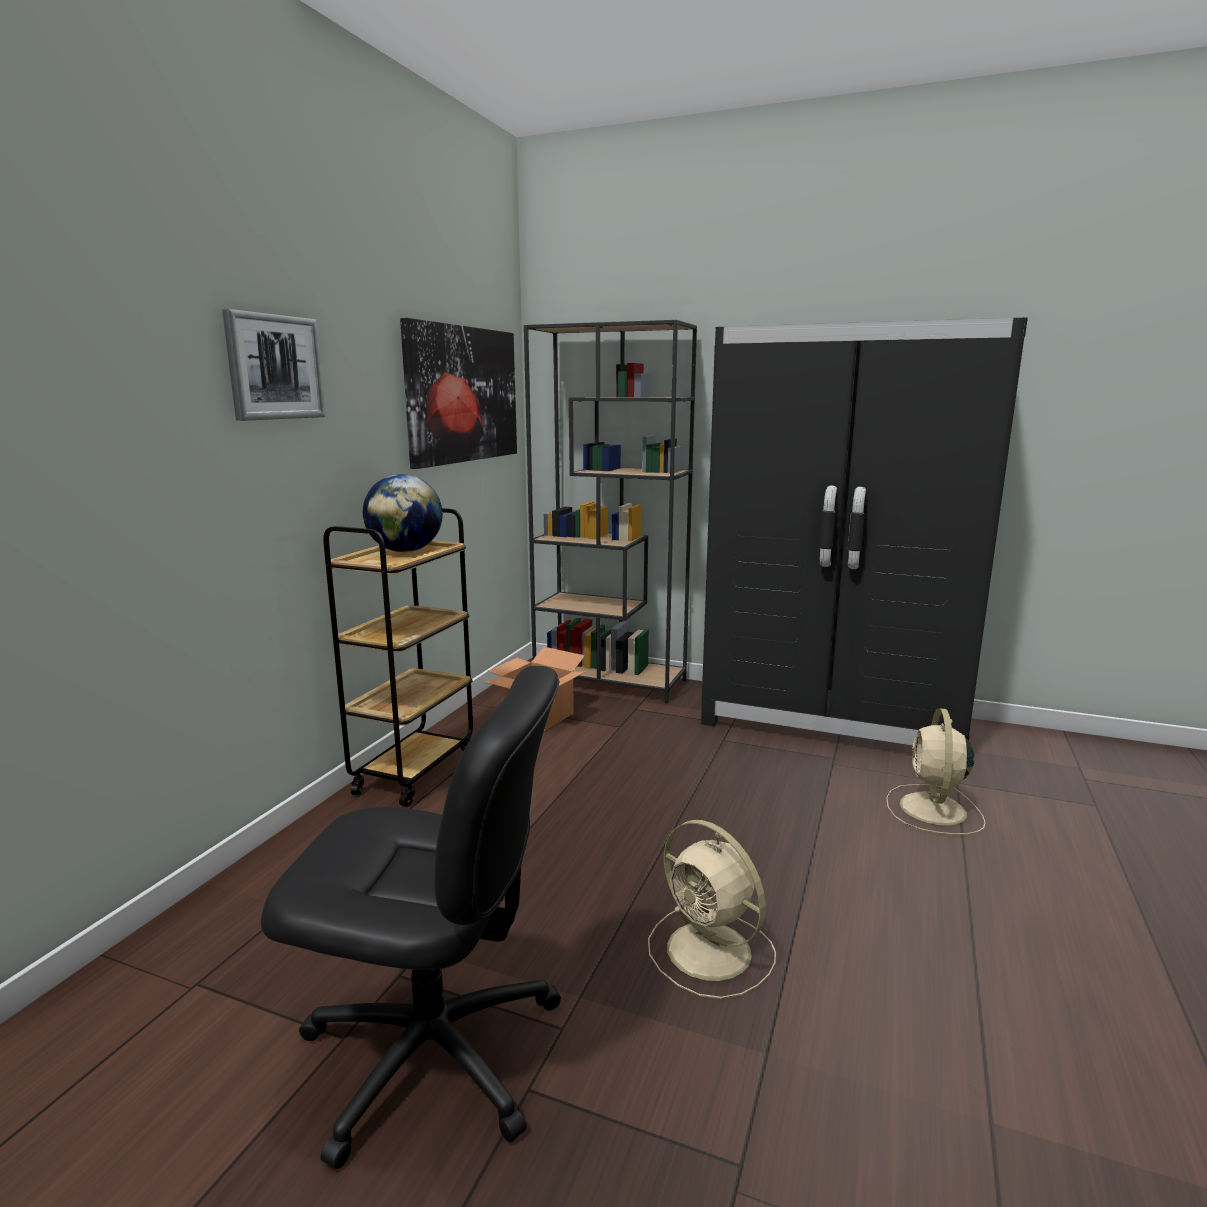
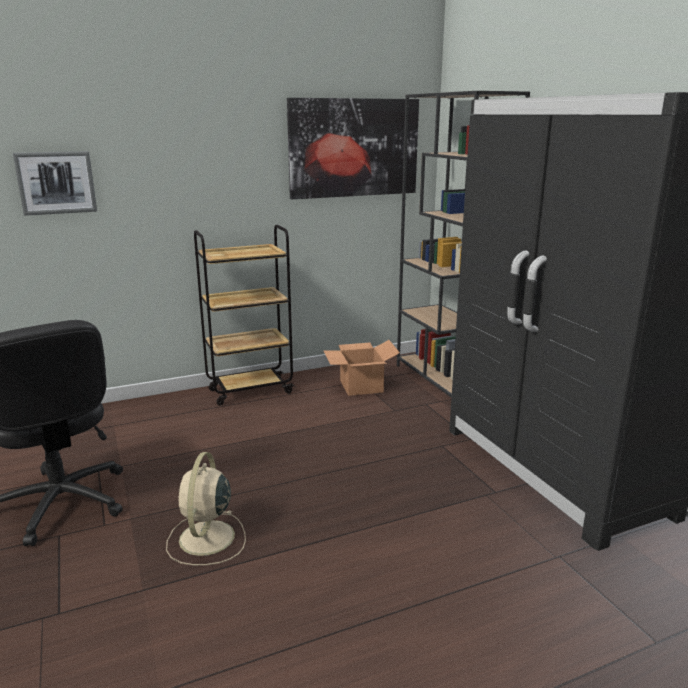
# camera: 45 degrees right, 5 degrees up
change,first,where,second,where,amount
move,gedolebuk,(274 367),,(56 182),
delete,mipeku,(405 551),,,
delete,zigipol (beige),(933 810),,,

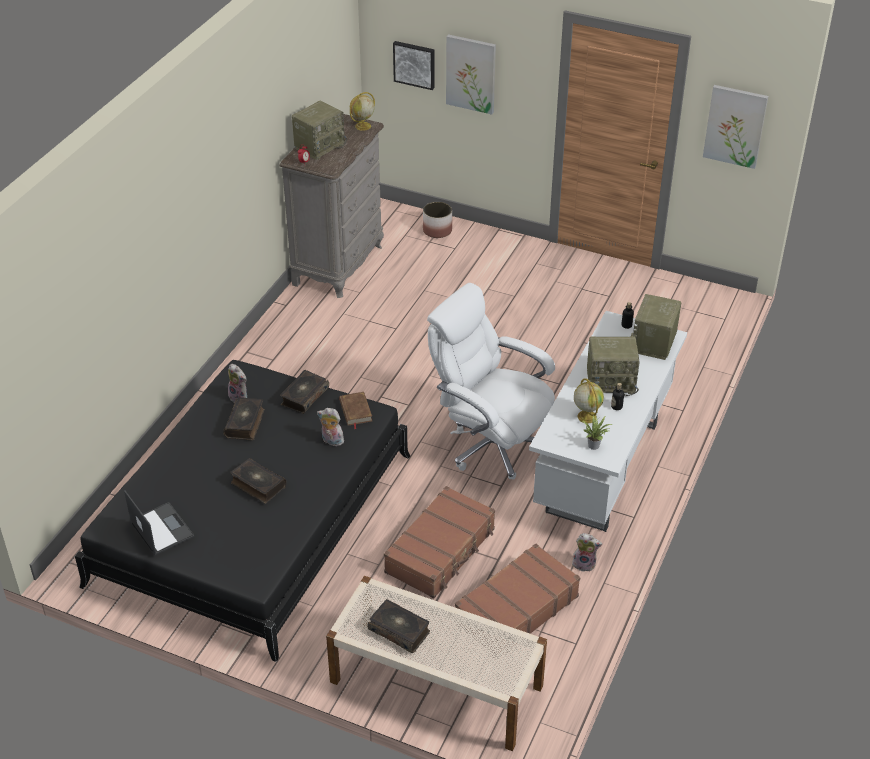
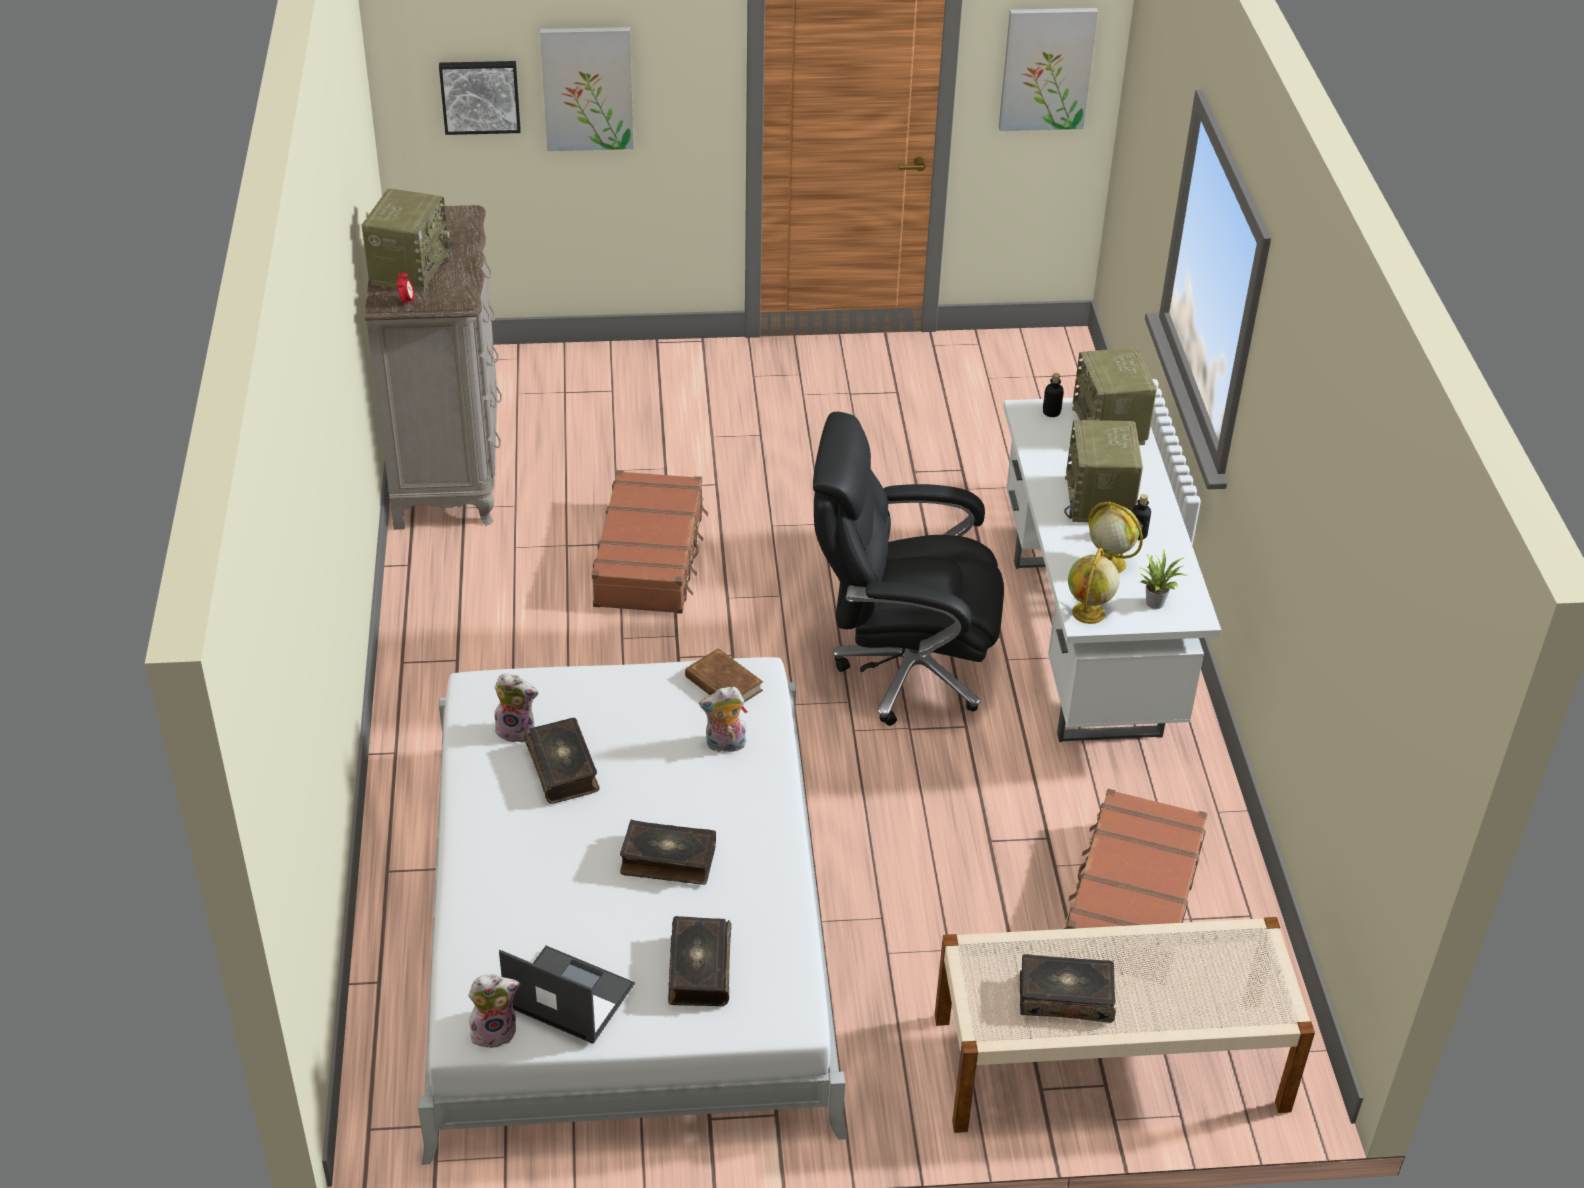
# camera: 30 degrees left, 0 degrees up
change,first,where,second,where,amount
move,mipeku,(362 126),,(1088 614),
delete,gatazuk,(437 230),,,
recolor,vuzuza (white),(490 446),vuzuza (black),(902 672),
rotate,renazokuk,(611 381),,(1099 500),120 degrees clockwise
recolor,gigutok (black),(253 518),gigutok (white),(627 927),
move,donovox,(304 396),,(698 970),
move,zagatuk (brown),(441 551),,(651 557),
move,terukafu,(585 564),,(495 1031),

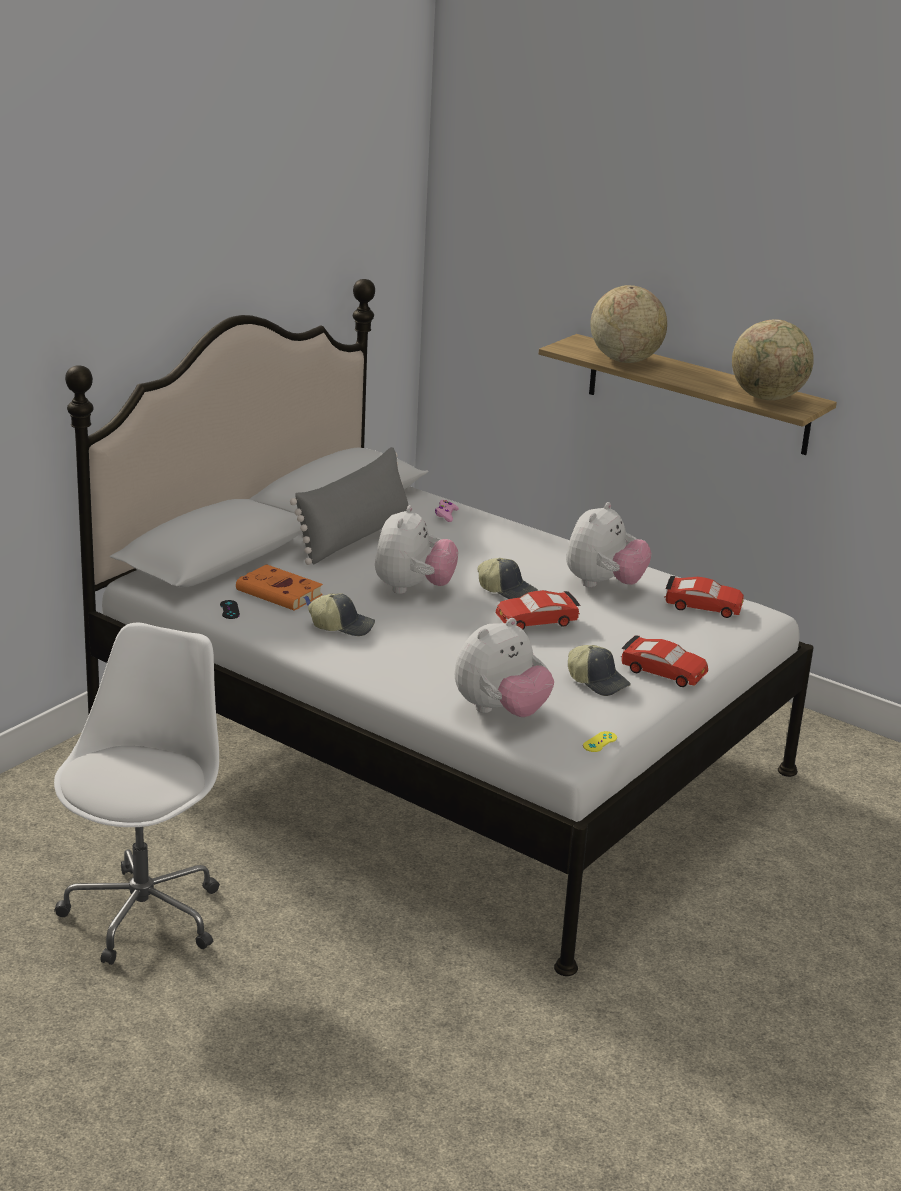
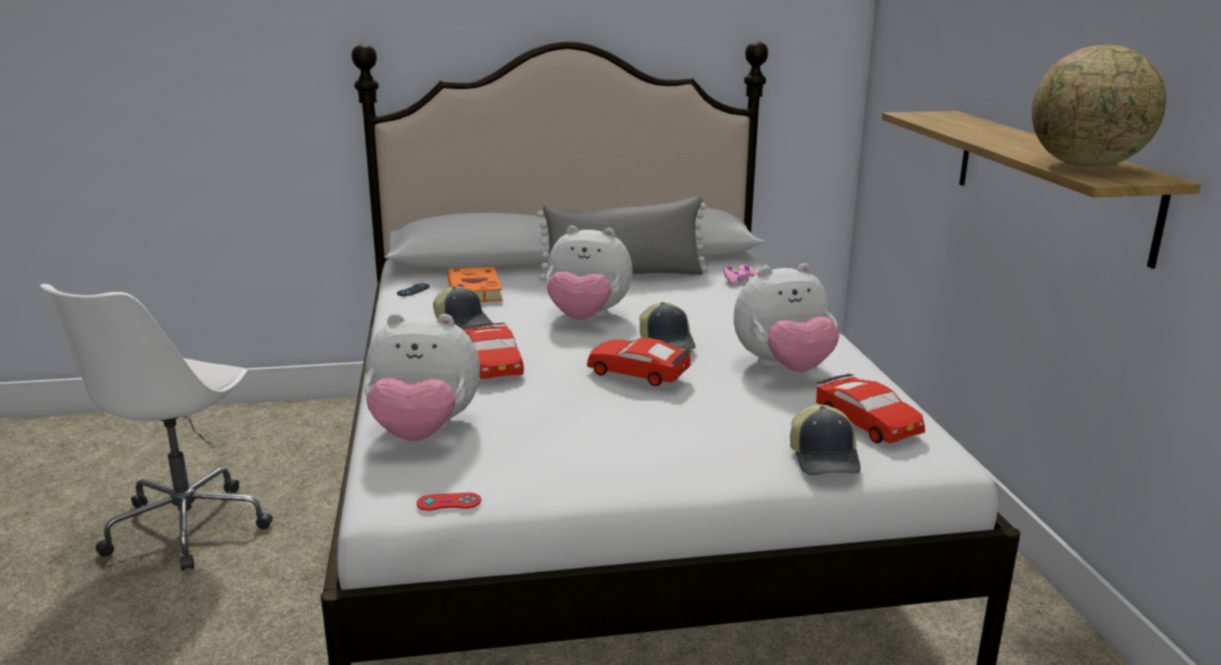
# camera: 45 degrees right, 5 degrees down
change,first,where,second,where,amount
delete,mipeku,(624 360),,,
rotate,terukafu,(413 589),,(586 318),45 degrees clockwise
rotate,vuzuza (white),(145 913),,(184 530),135 degrees clockwise
move,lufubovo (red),(663 671),,(493 363),
move,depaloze,(598 681),,(825 458),
recolor,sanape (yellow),(600 742),sanape (red),(448 502),

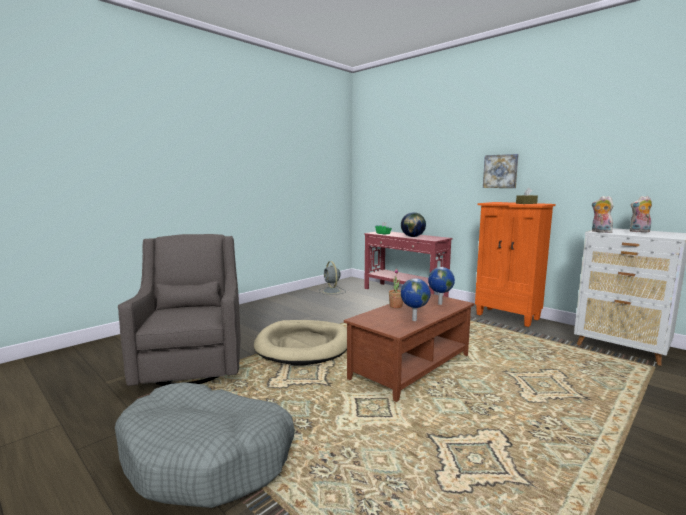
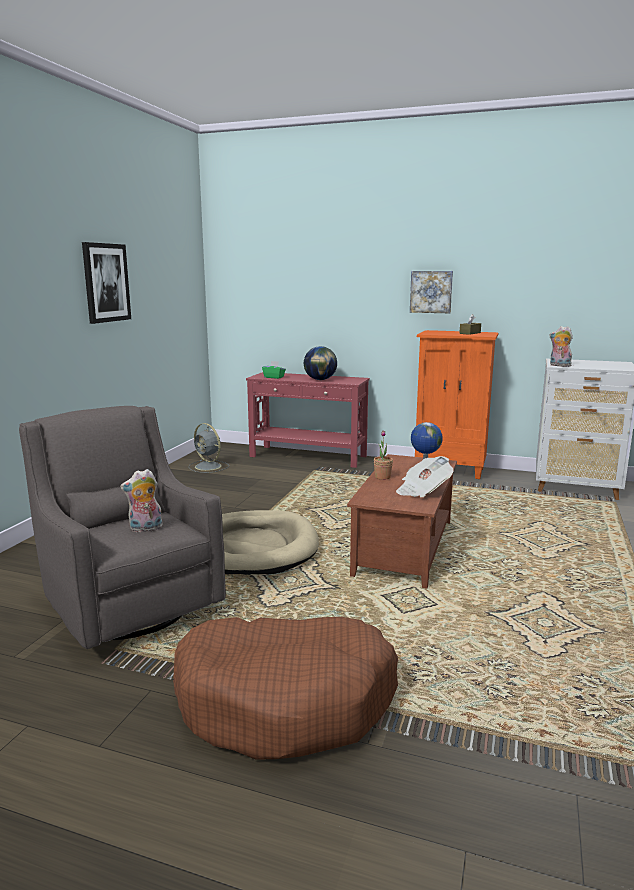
# camera: 25 degrees left, 5 degrees up
change,first,where,second,where,amount
move,terukafu,(639 231),,(145 529),
replace,mipeku,(413 320),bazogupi,(423 491),
recolor,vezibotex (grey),(207 457),vezibotex (brown),(286 700),
insert,,,gedolebuk,(106 283),

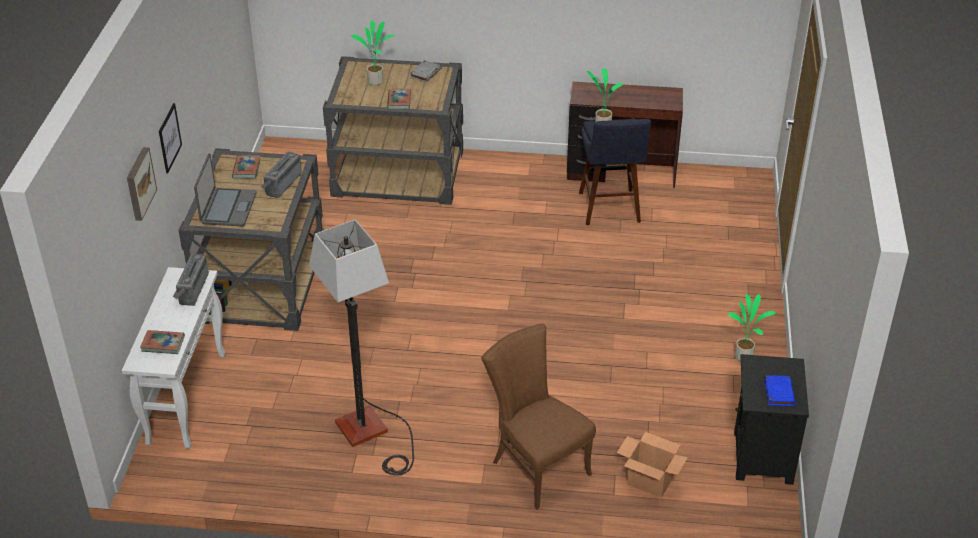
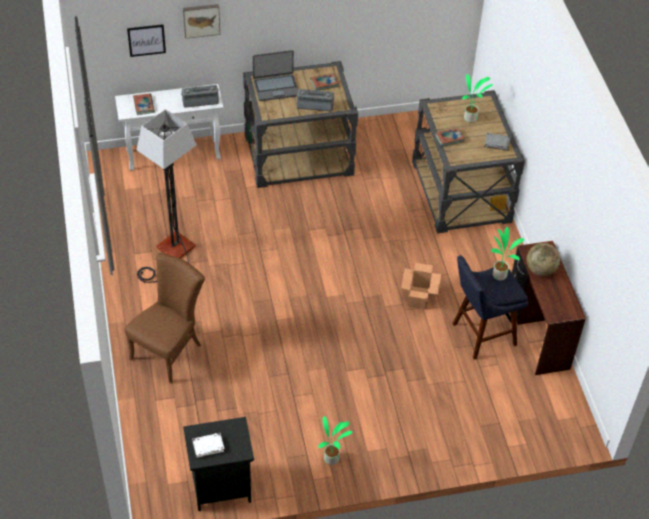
# camera: 70 degrees right, 10 degrees up
change,first,where,second,where,amount
move,gedolebuk,(169 138),,(146 40),
recolor,donovox (blue),(778 392),donovox (white),(209 446),
move,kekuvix,(648 481),,(418 297),
insert,,,mipeku,(540 270),

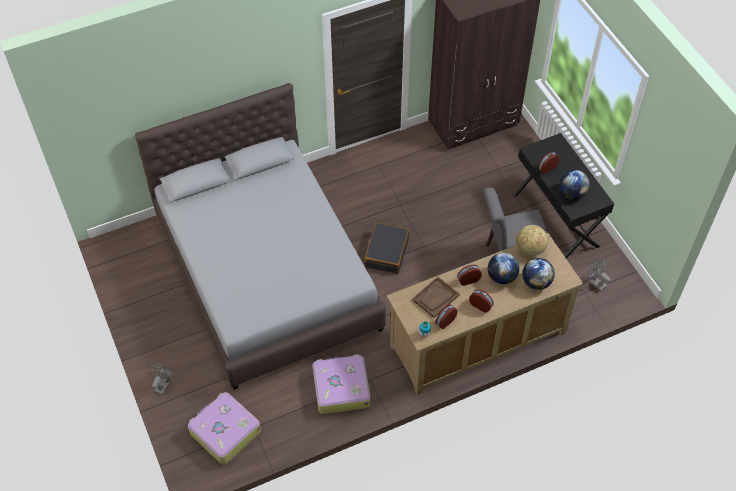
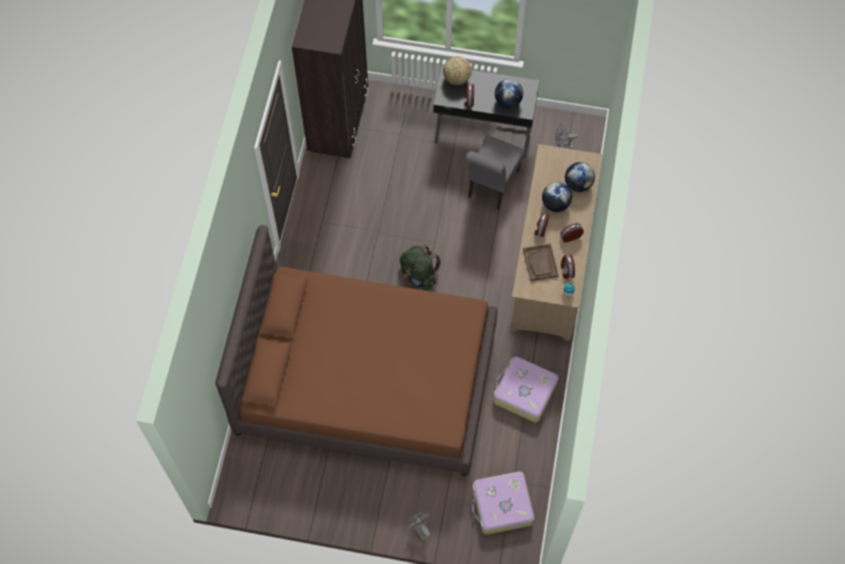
# camera: 55 degrees left, 10 degrees up
change,first,where,second,where,amount
recolor,gigutok (grey),(267 271),gigutok (brown),(366 379),
replace,zagatuk (black),(386 252),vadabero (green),(418 275),
move,mipeku,(530 249),,(456 78),

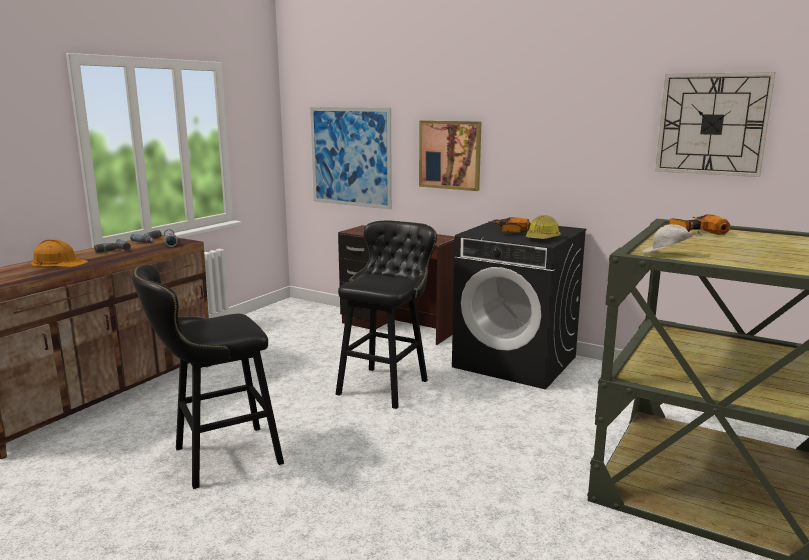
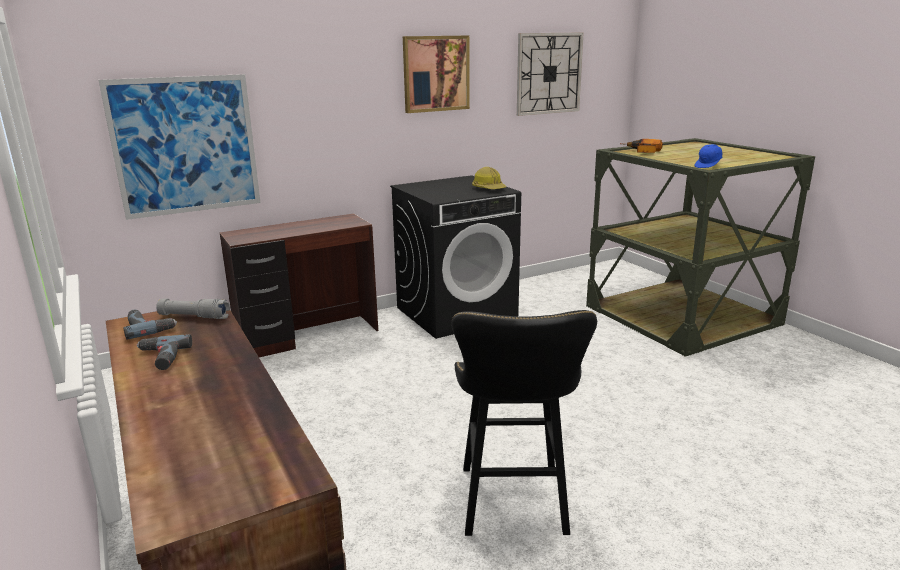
# camera: 60 degrees left, 5 degrees up
change,first,where,second,where,amount
move,gedolebuk,(450 155),,(436 74),
delete,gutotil,(508 231),,,
delete,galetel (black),(388 383),,,
recolor,depaloze (white),(666 254),depaloze (blue),(708 166),
delete,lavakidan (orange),(58 263),,,

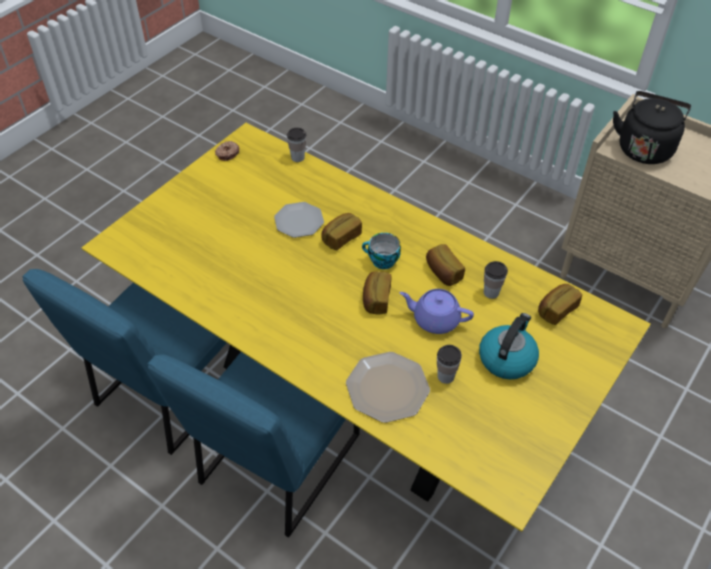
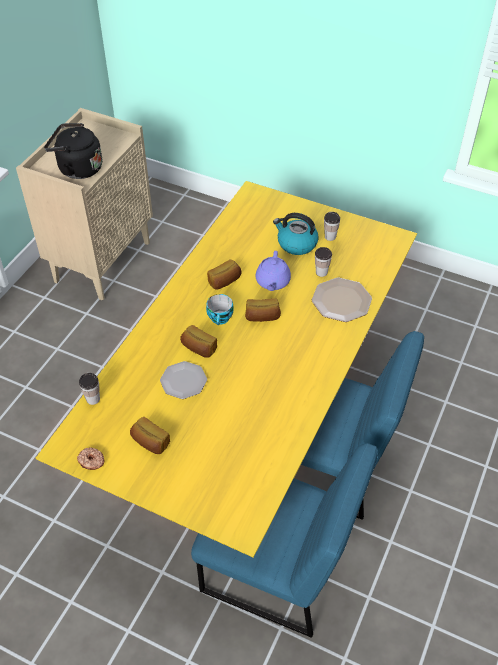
# camera: 100 degrees left, 0 degrees up
change,first,where,second,where,amount
move,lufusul,(491 292),,(330 236),
move,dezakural,(556 310),,(150 442),

